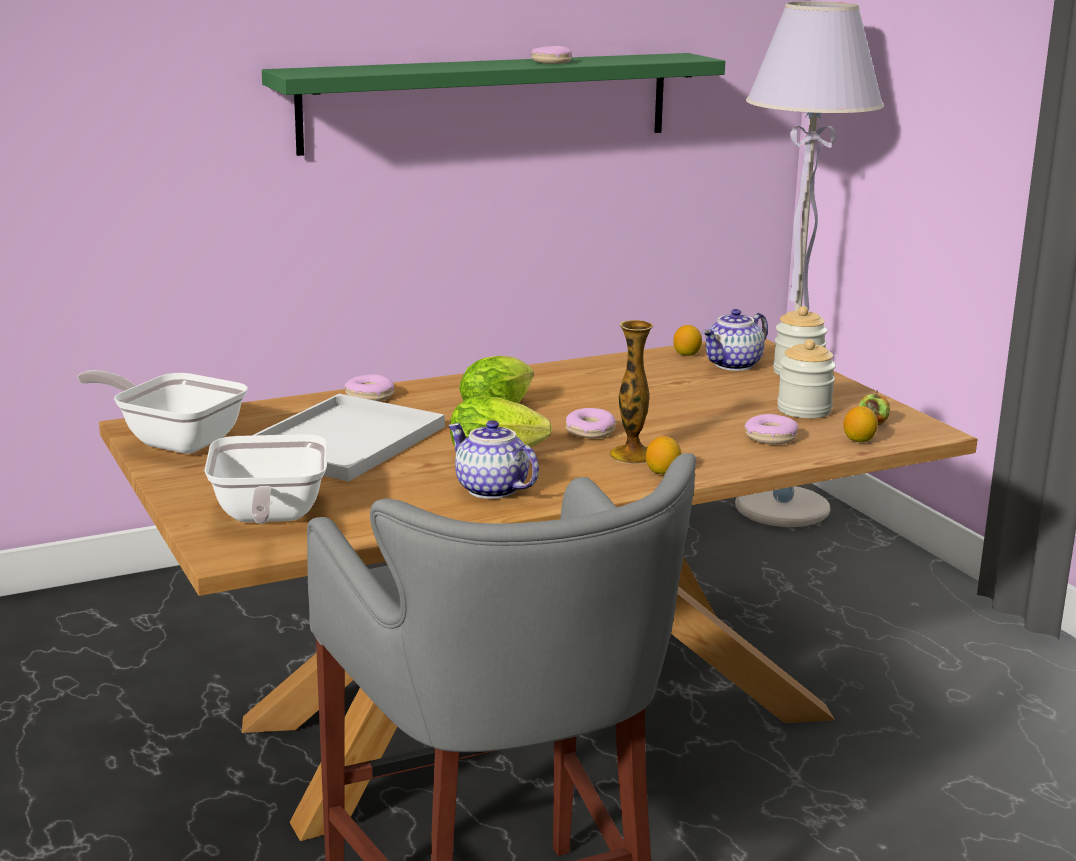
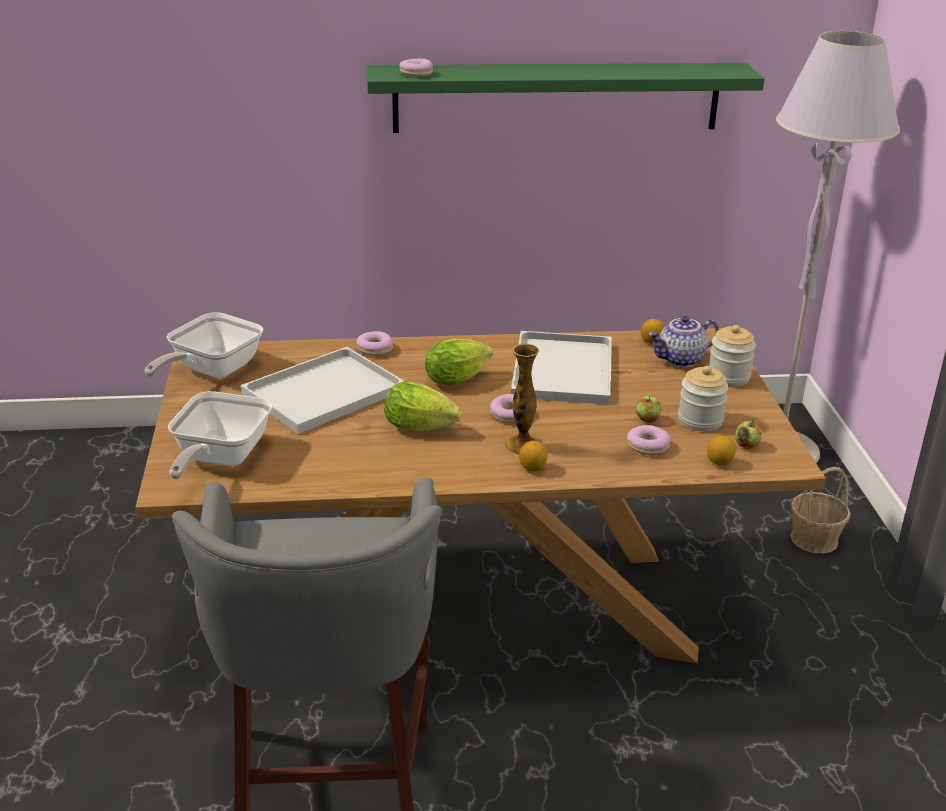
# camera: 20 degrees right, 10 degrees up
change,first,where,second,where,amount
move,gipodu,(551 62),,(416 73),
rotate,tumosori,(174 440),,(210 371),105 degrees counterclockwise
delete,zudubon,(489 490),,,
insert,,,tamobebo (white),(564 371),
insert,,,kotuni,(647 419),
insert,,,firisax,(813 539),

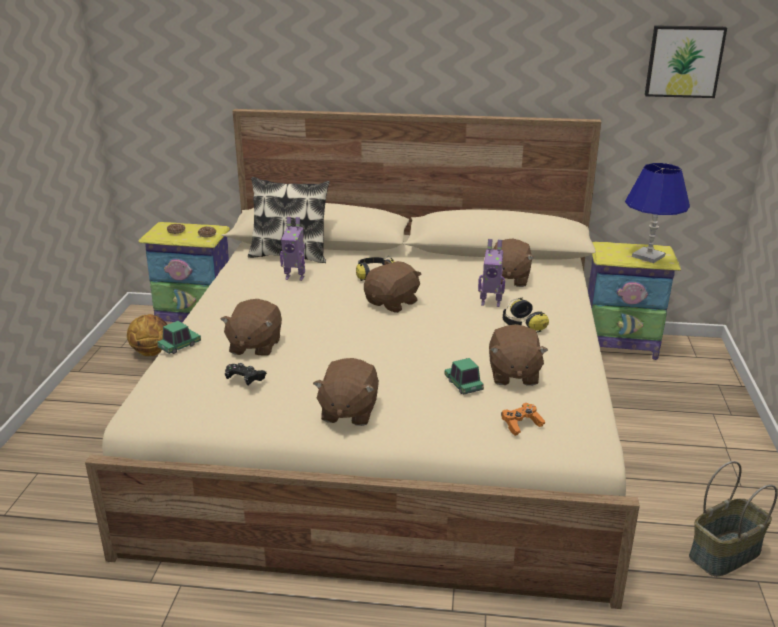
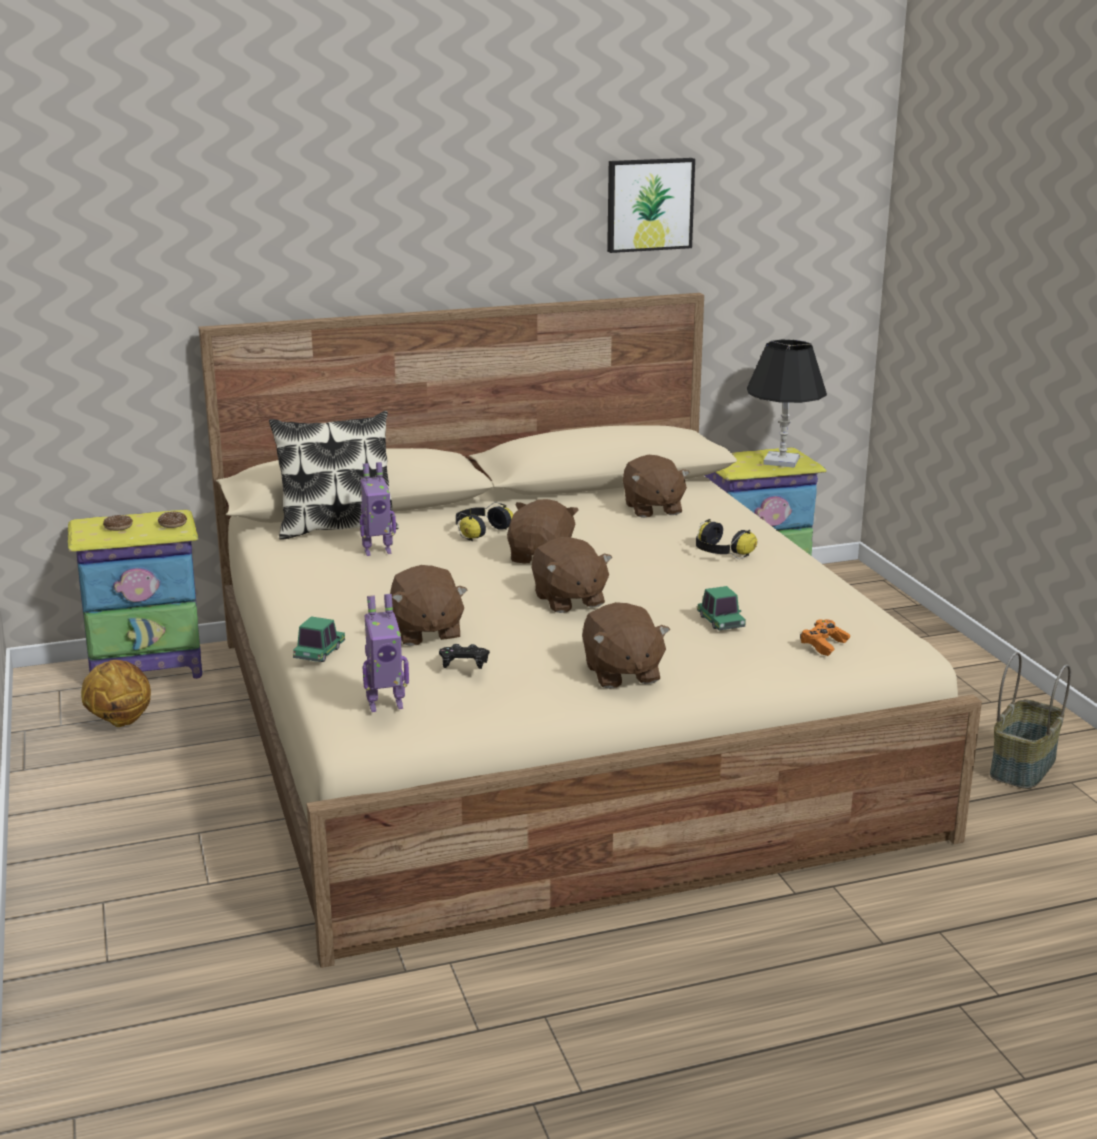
# camera: 25 degrees left, 5 degrees down
change,first,where,second,where,amount
move,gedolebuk,(684 61),,(649 204),
recolor,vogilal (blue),(648 256),vogilal (black),(781 461),
move,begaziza,(490 303),,(385 704),
move,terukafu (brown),(513 374),,(568 600),
rotate,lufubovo,(463 384),,(720 622),150 degrees counterclockwise

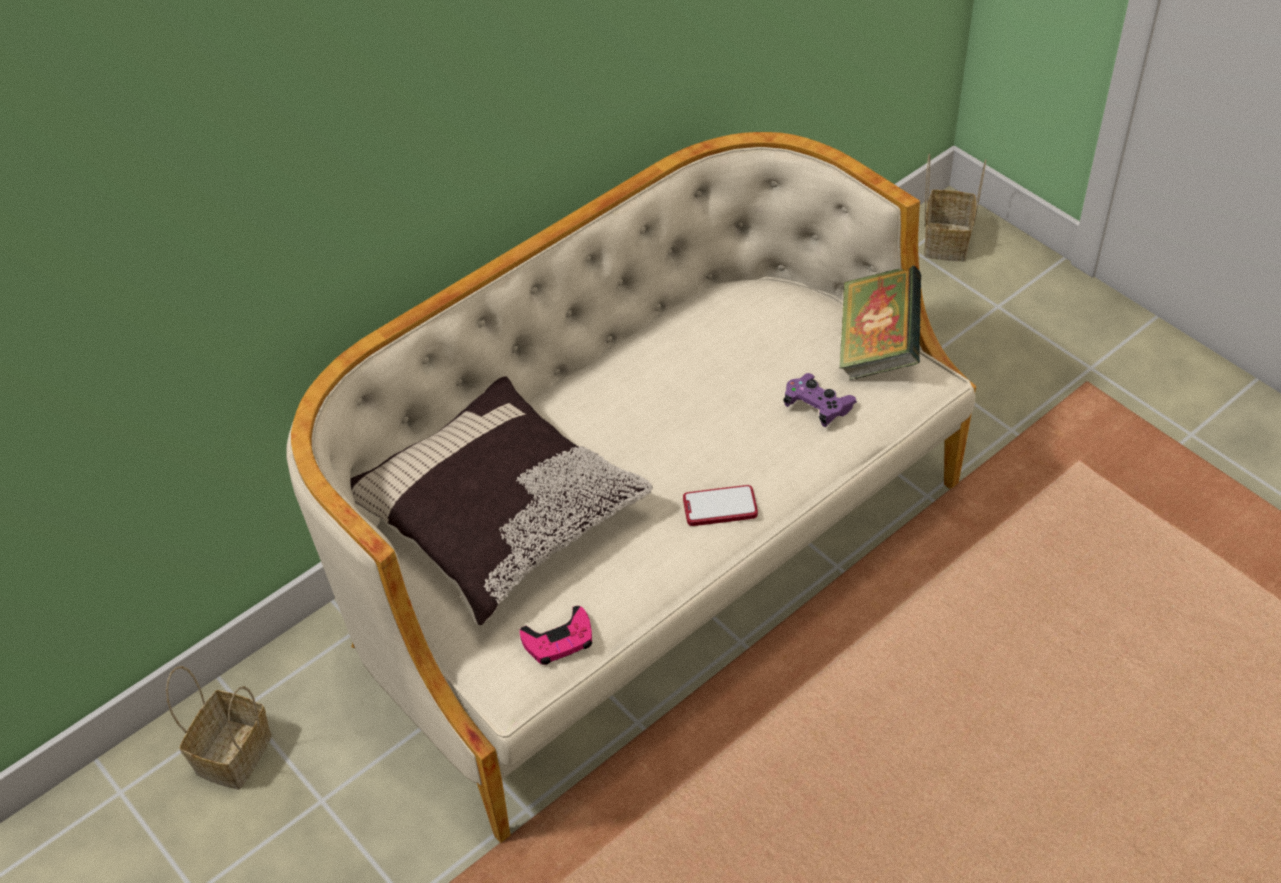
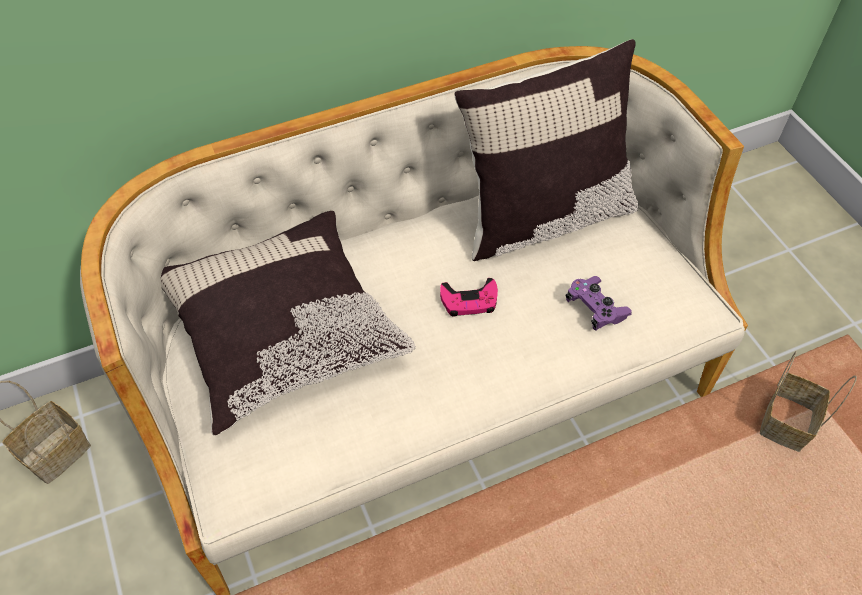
# camera: 15 degrees right, 5 degrees up
change,first,where,second,where,amount
move,firisax,(945 240),,(784 421),
delete,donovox,(877 347),,,
delete,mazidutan,(720 507),,,
move,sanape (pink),(559 640),,(469 301),
insert,,,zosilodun,(543 218),

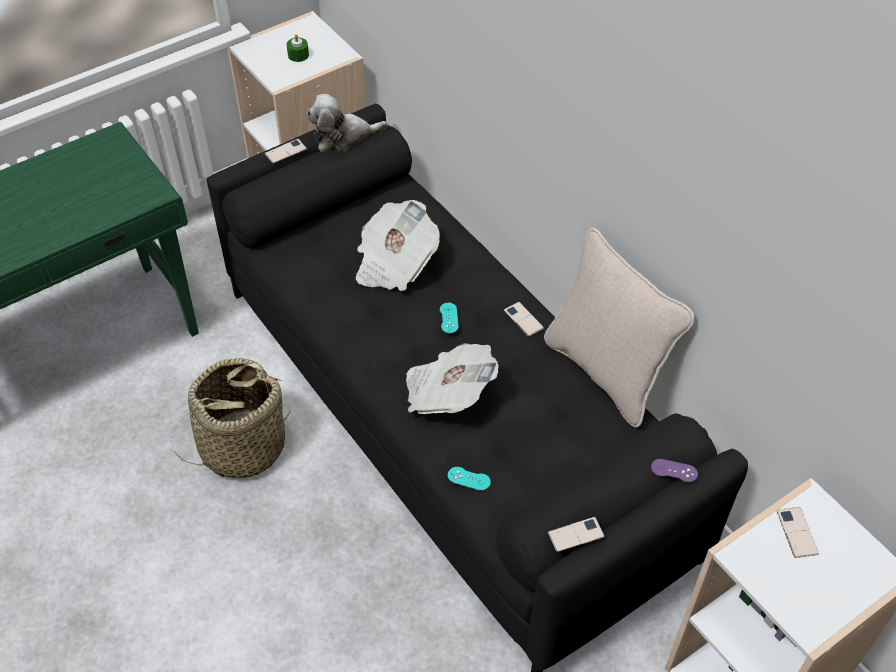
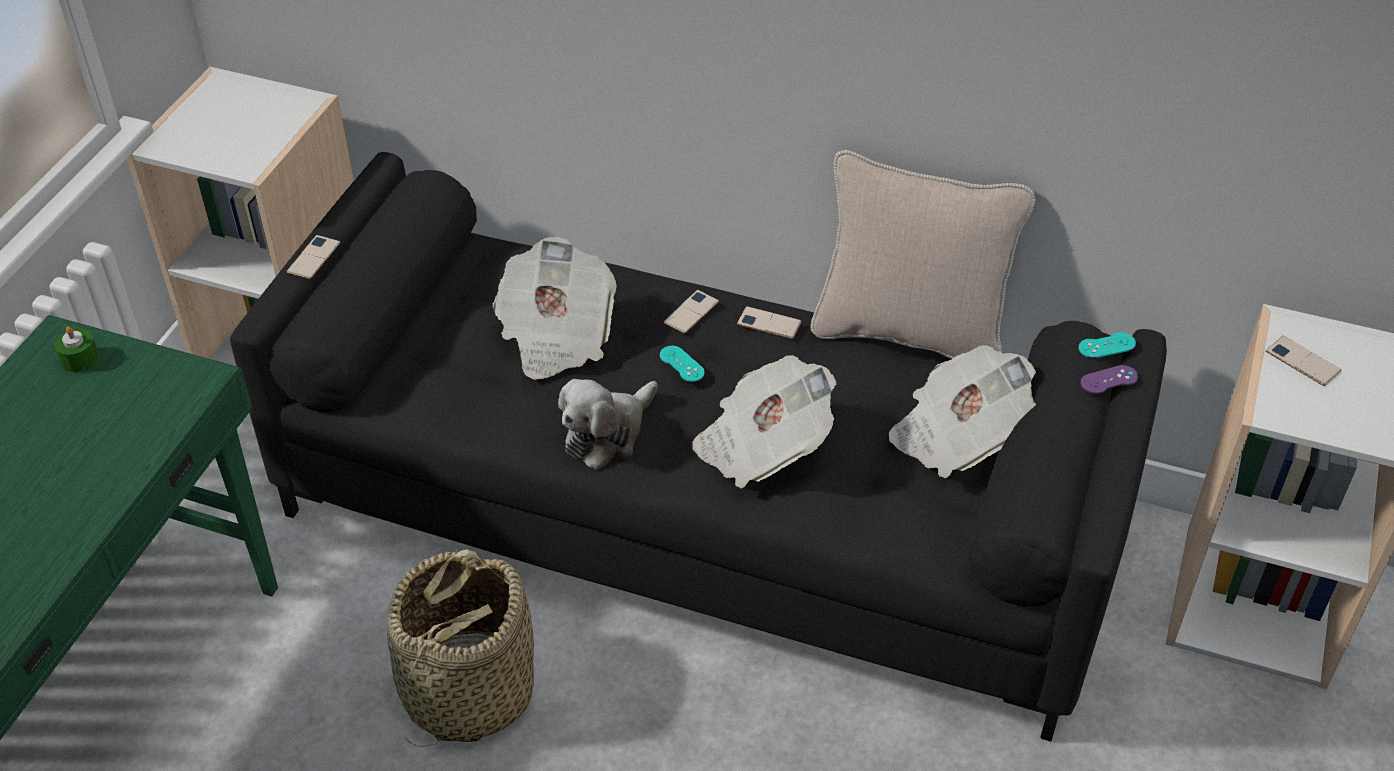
# camera: 35 degrees left, 5 degrees down
change,first,where,second,where,amount
move,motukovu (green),(298 55),,(80 358),
move,terukafu,(344 138),,(607 433),
move,sanape (turquoise),(469 479),,(1107 345),
move,mazidutan,(576 534),,(691 312),
insert,,,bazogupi,(957 436),

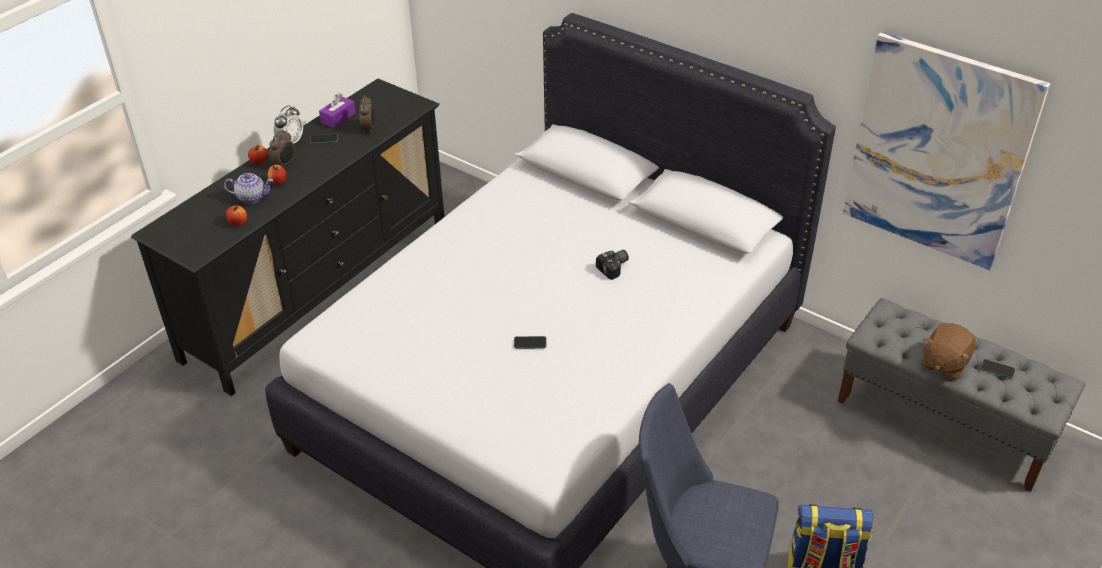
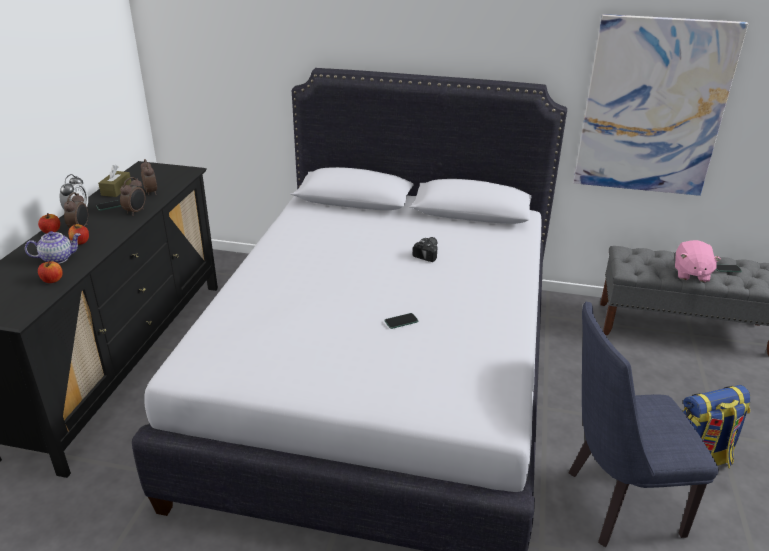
# camera: 25 degrees left, 10 degrees down
change,first,where,second,where,amount
recolor,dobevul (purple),(338 118),dobevul (brown),(116 190),
recolor,terukafu (brown),(943 363),terukafu (pink),(690 274),
insert,,,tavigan,(136 212),

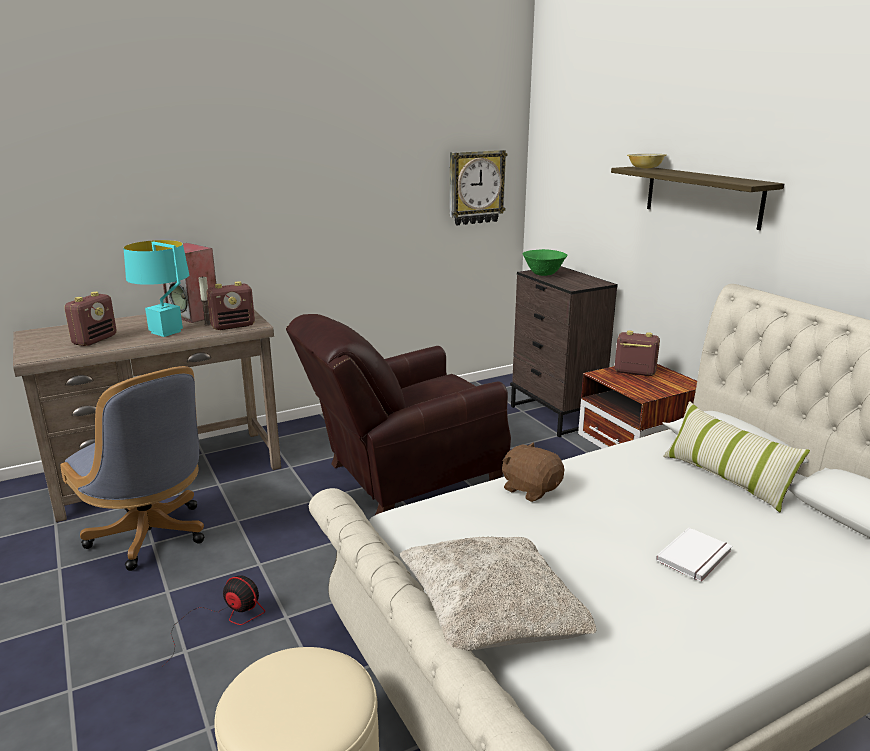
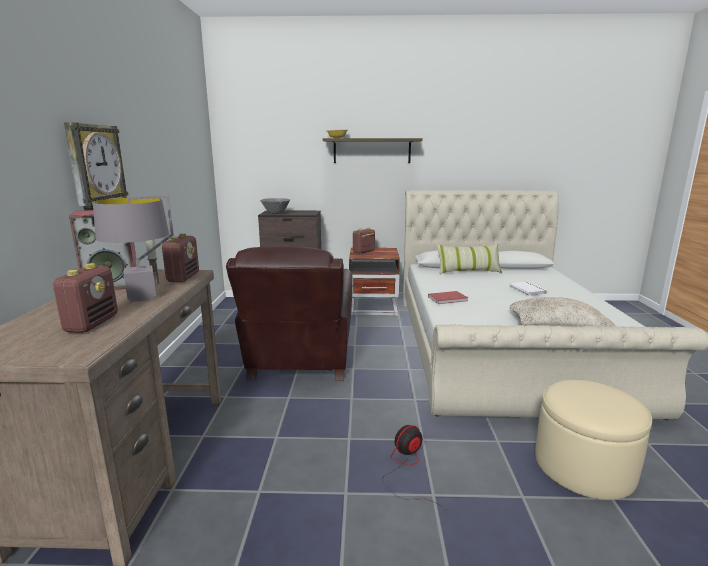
# camera: 60 degrees left, 5 degrees down
change,first,where,second,where,amount
move,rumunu,(476 187),,(95 169),
recolor,vogilal (turquoise),(166 332),vogilal (grey),(143 297),
recolor,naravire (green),(543 275),naravire (grey),(276 213),
rotate,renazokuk,(95 340),,(92 324),45 degrees clockwise
delete,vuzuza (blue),(154 540),,,
replace,terukafu (brown),(531 489),donovox (red),(448 299),

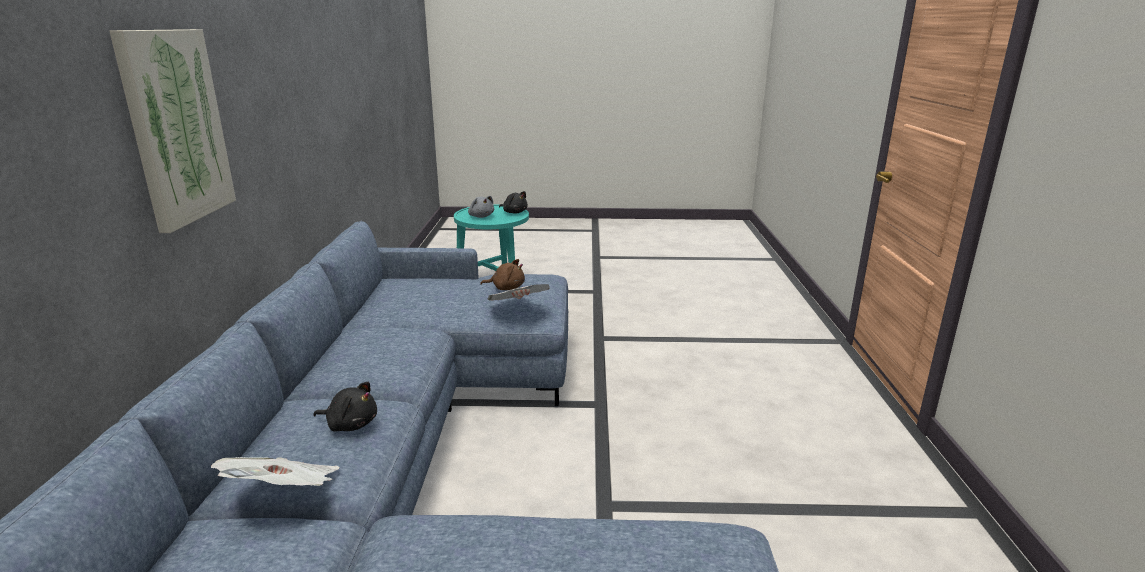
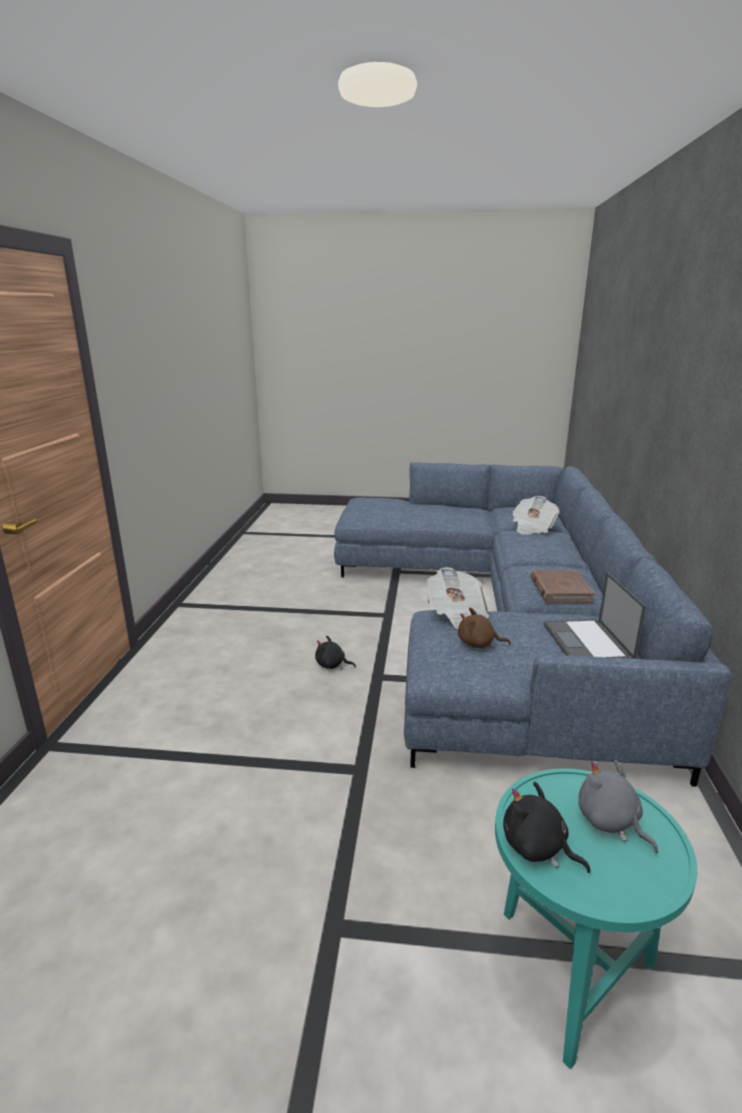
# camera: 175 degrees left, 0 degrees up
change,first,where,second,where,amount
delete,gedolebuk,(176 127),,,
move,terukafu (black),(350 424),,(332 665),
insert,,,donovox (brown),(560 589),
insert,,,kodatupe,(588 642),

